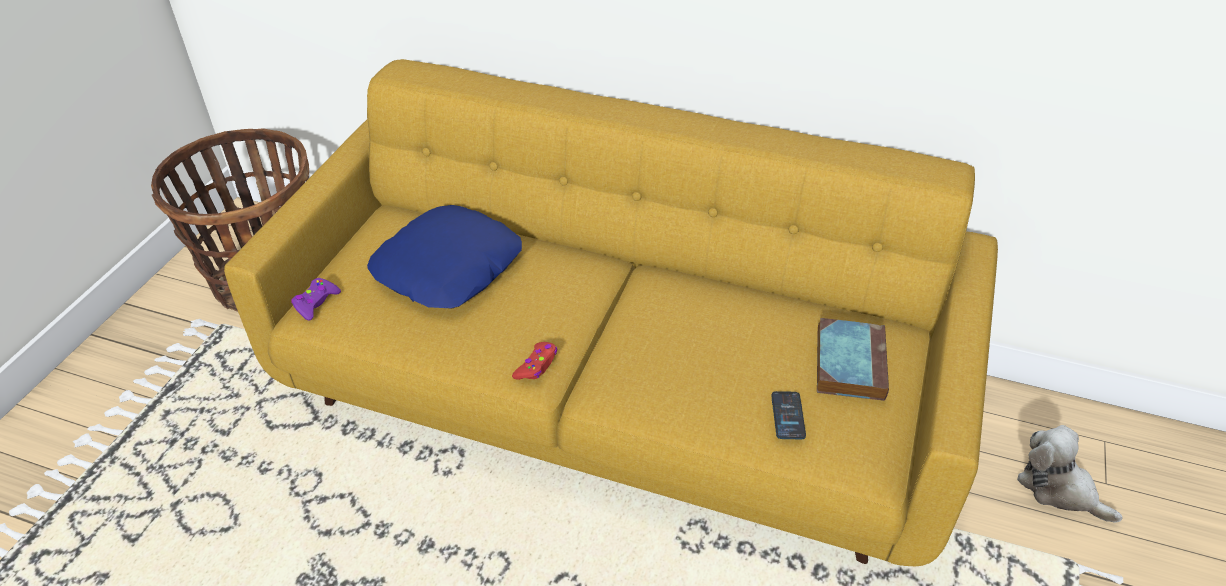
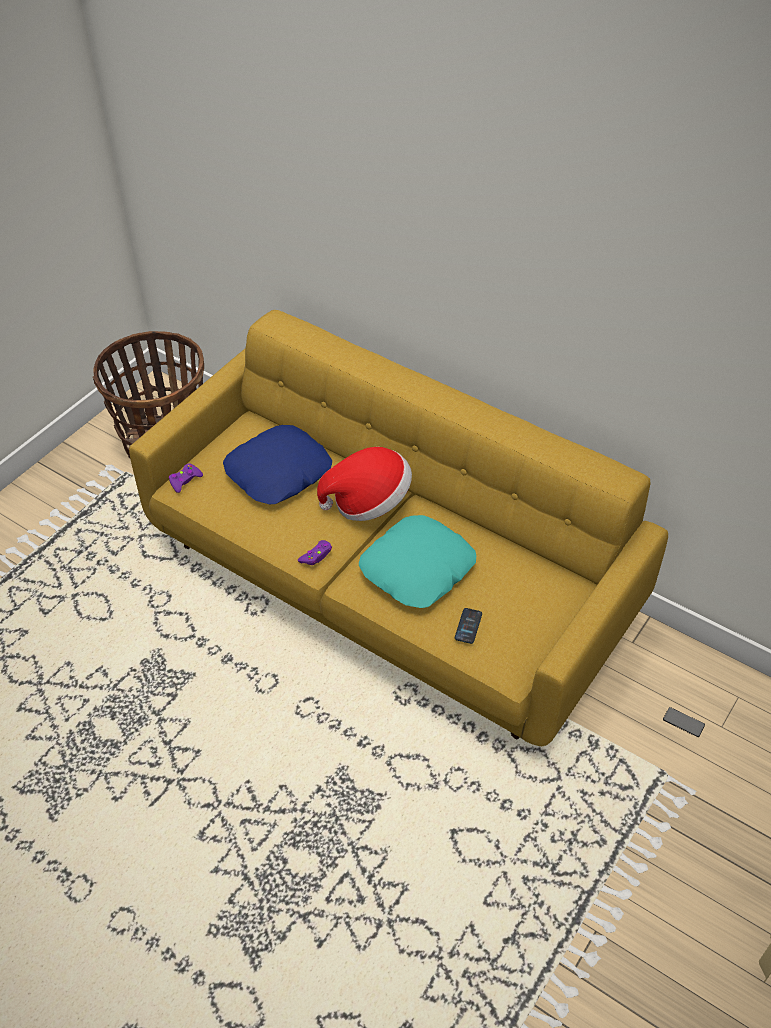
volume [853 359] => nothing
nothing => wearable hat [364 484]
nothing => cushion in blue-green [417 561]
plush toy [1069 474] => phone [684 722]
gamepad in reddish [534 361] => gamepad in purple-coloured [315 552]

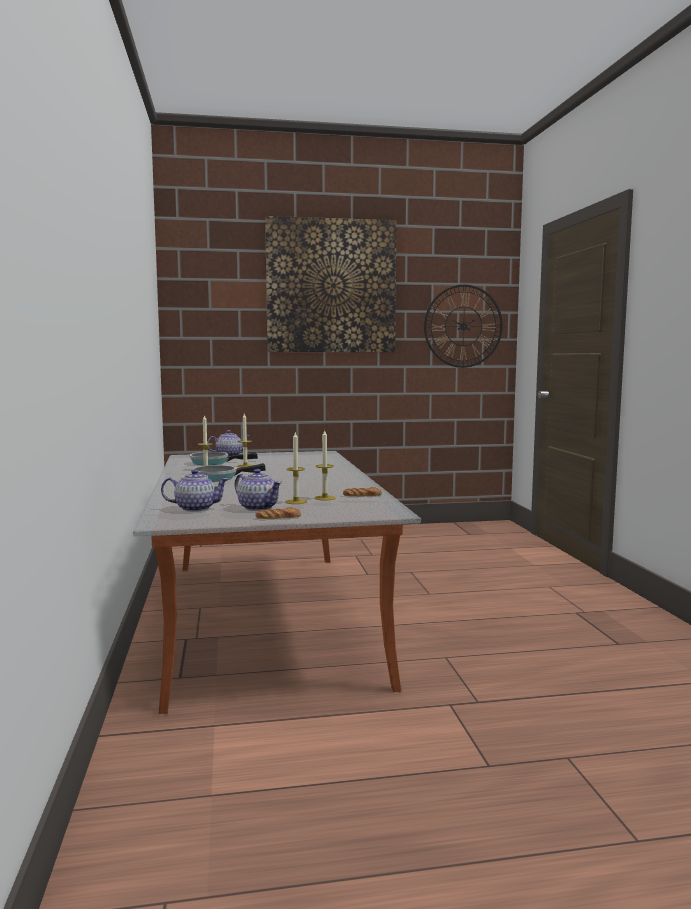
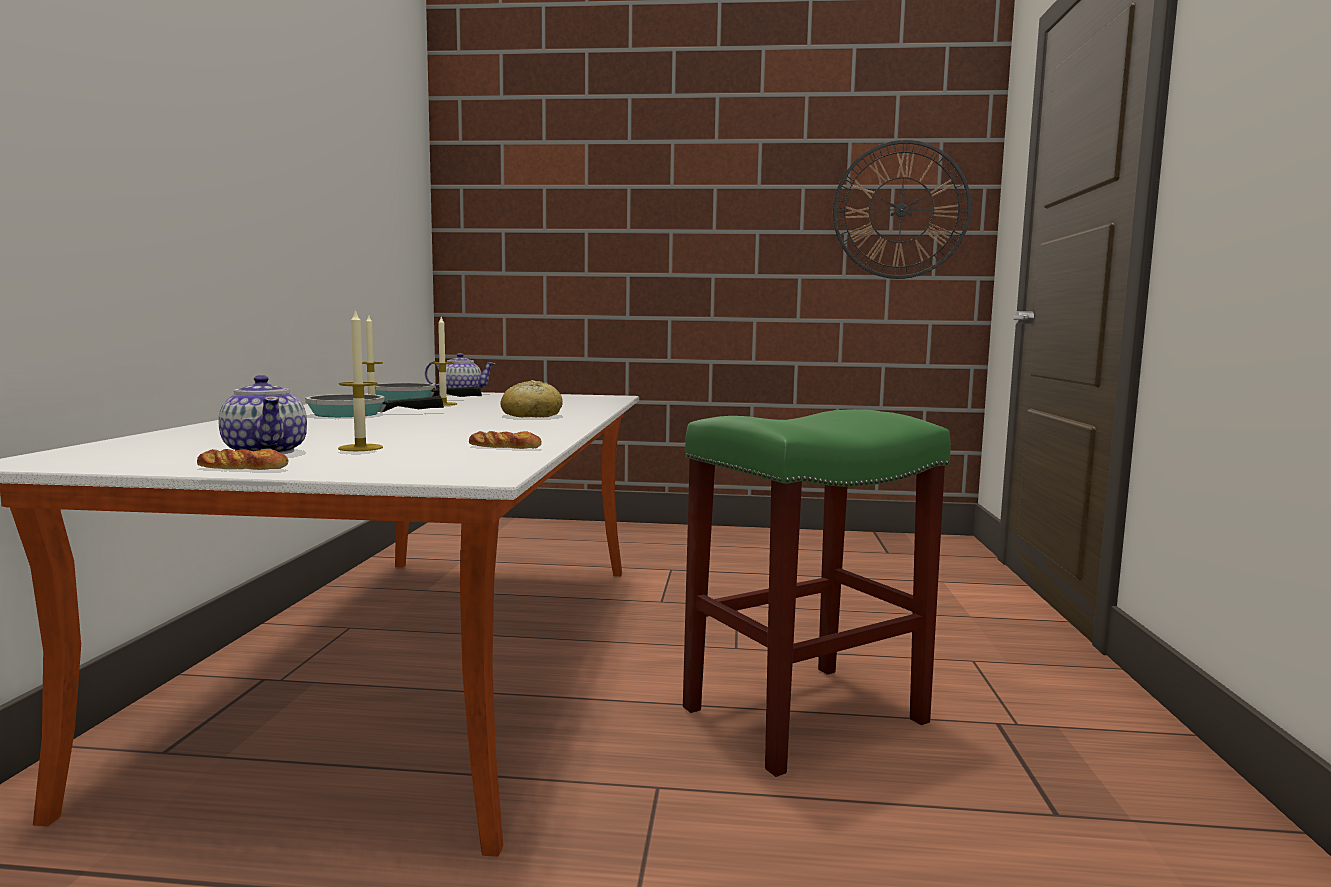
tea pot [195 490] => nothing
wall picture [331 284] => nothing
wax light [324 464] => nothing
nothing => bakery bread [532 398]
nothing => stool in greenish [817 593]

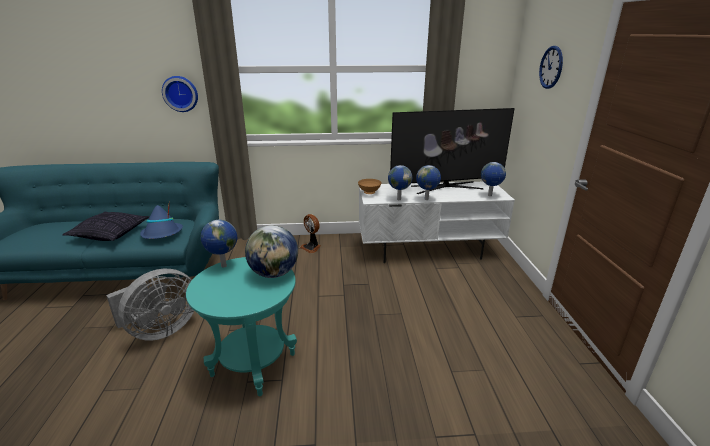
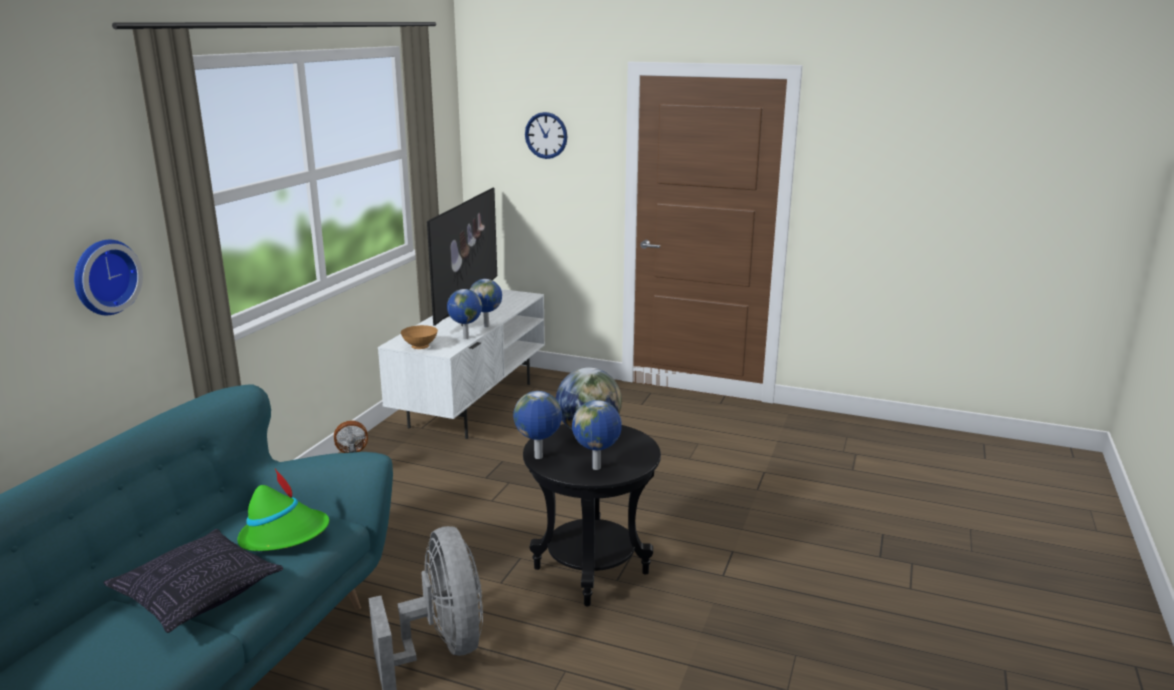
world globe [493 179] => world globe [597 435], moved
wearable hat in blue-coloured [161 222] => wearable hat in greenish [283 510]
end table in blue-green [241 326] => end table in black-coloured [592 515]

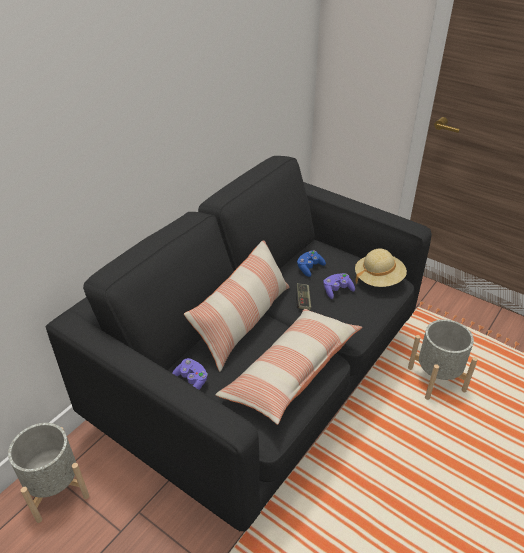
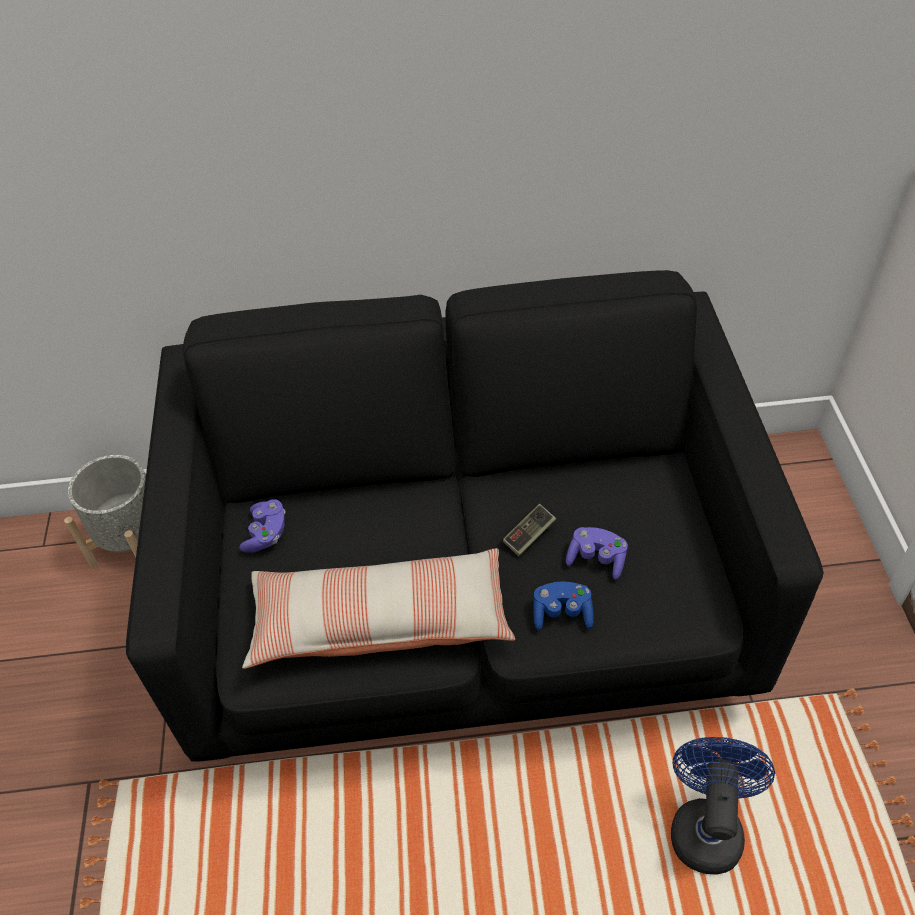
cushion [237 306] => nothing
wearable hat in sand-coloured [381 268] => nothing
gamepad in blue-coloured [311 264] => gamepad in blue-coloured [563 606], moved
flower pot in greyish [443 359] => fan in blue-coloured [723 806]

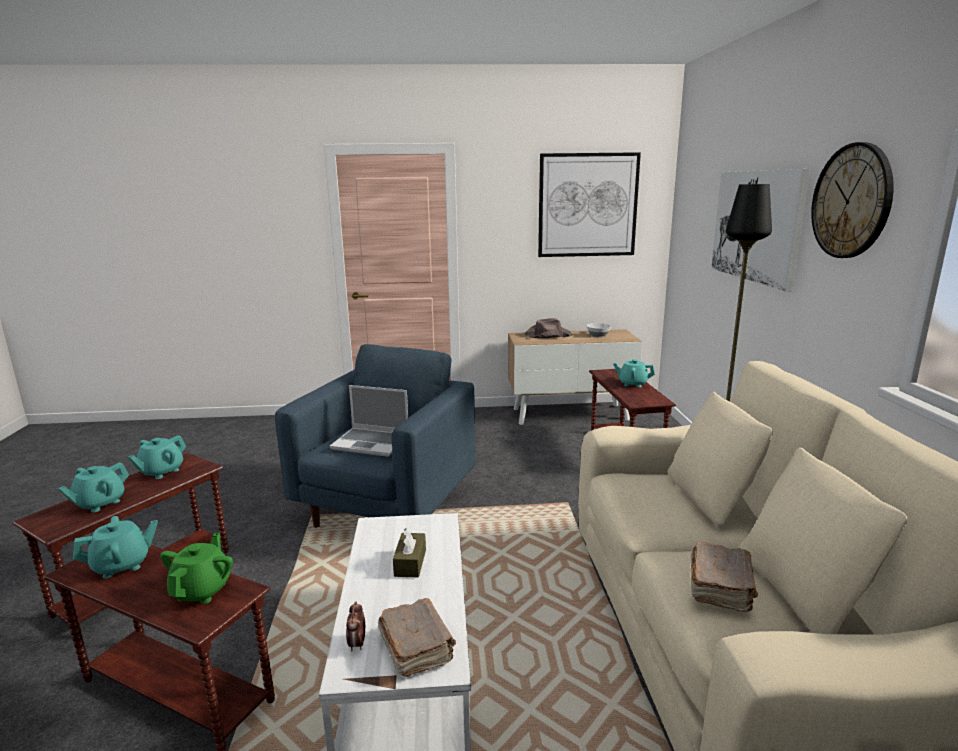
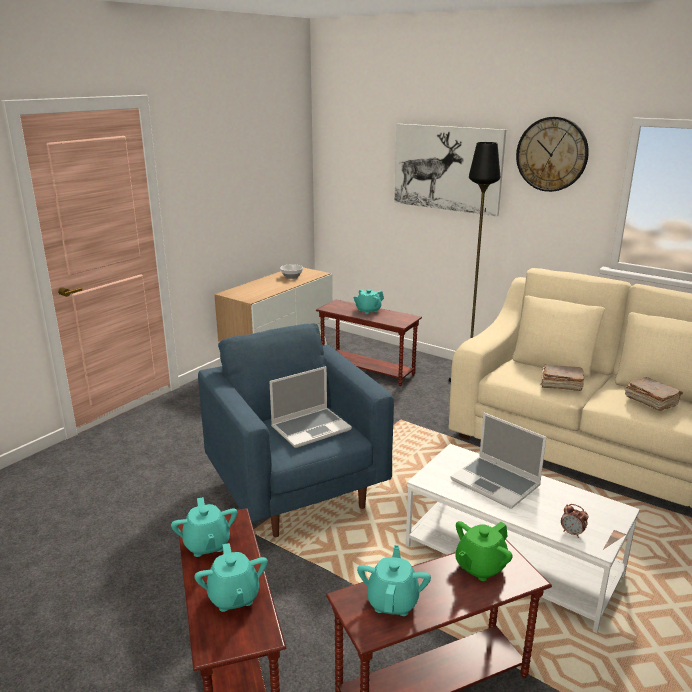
wearable hat in brown-coloured [548 328] => nothing
wall picture [589 204] => nothing
volume in brown-coloured [417 637] => volume in brown-coloured [562 377], moved
tissue box in brown-coloured [409 552] => notebook computer [498 461]
tea pot in greenish [196 568] => tea pot in greenish [484 551], 90 degrees counterclockwise

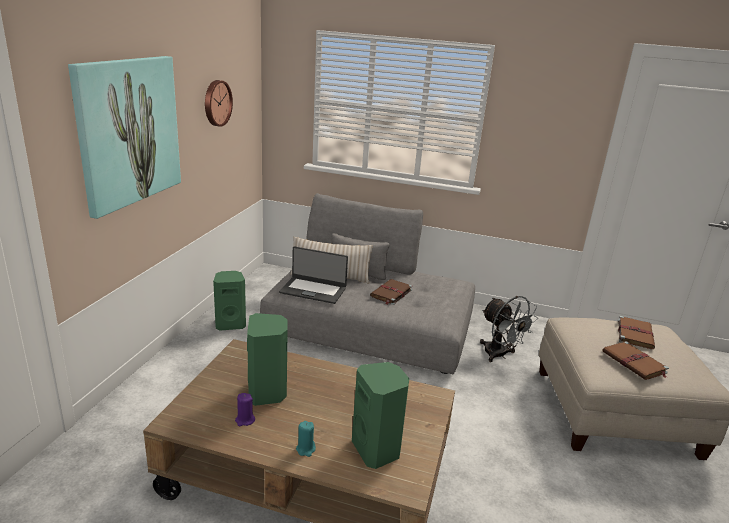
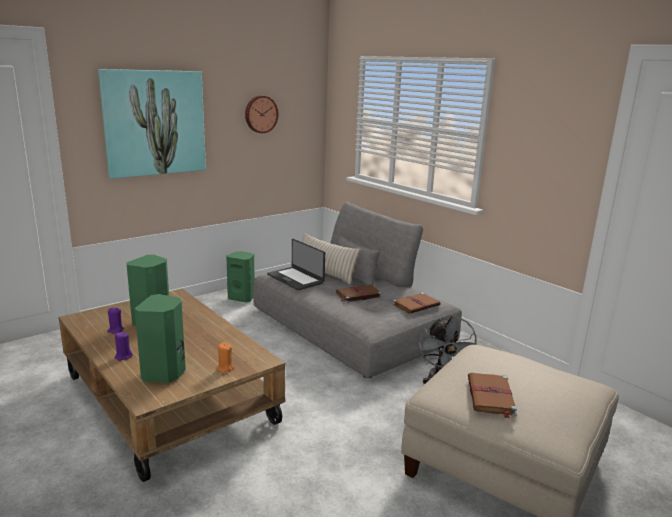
nothing => wax light in orangey [225 357]
volume in brown-coloured [636 332] => volume in brown-coloured [417 303], moved
wax light in blue-green [306 439] => wax light in purple-coloured [124 346]

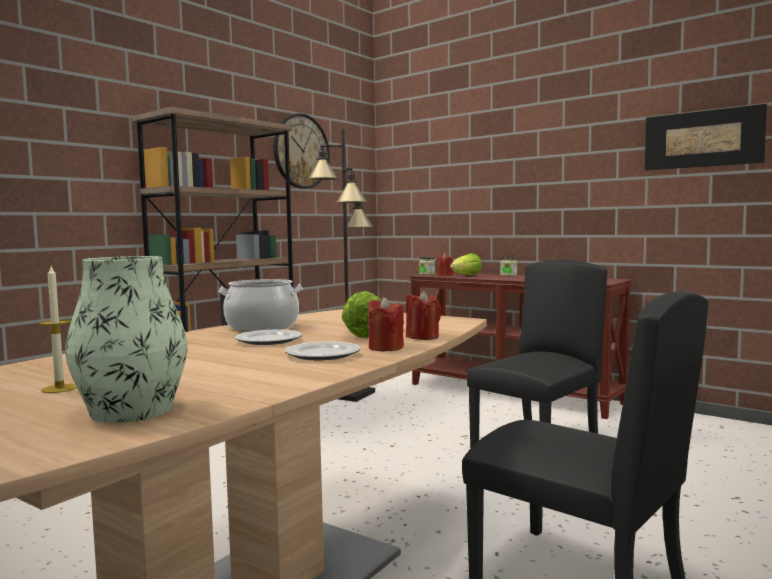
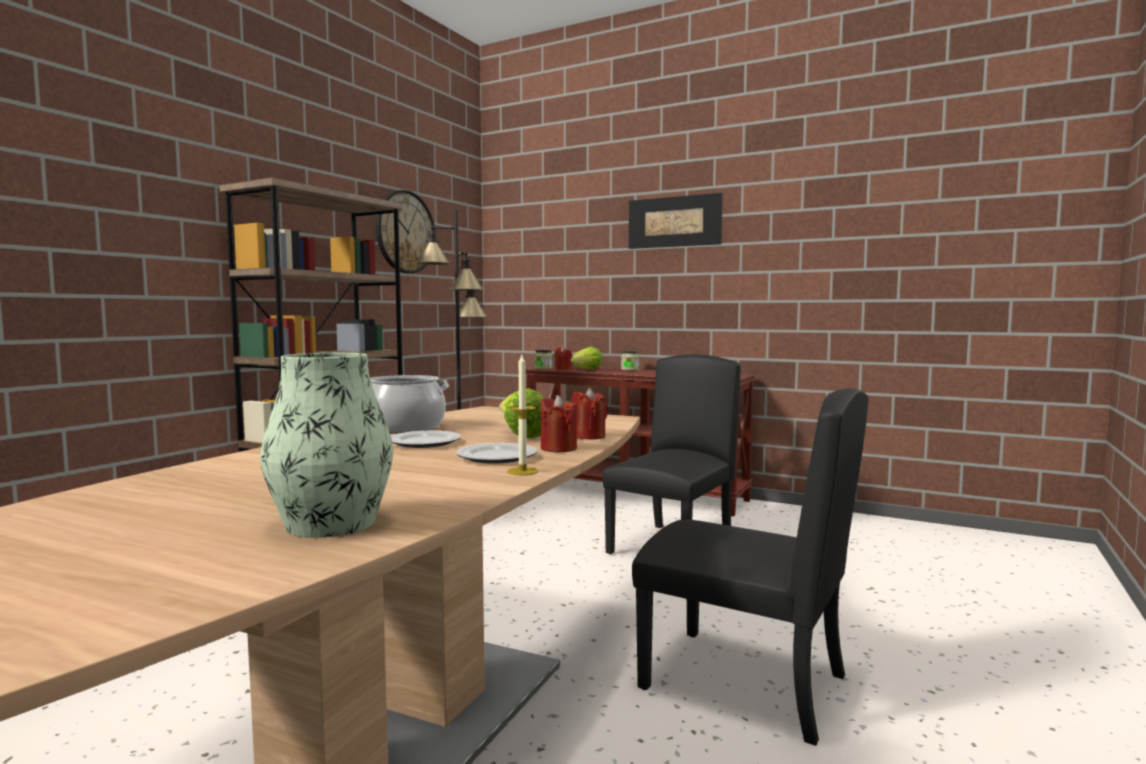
wax light [58 329] => wax light [523 415], moved
wall picture [706 137] => wall picture [676 221], moved

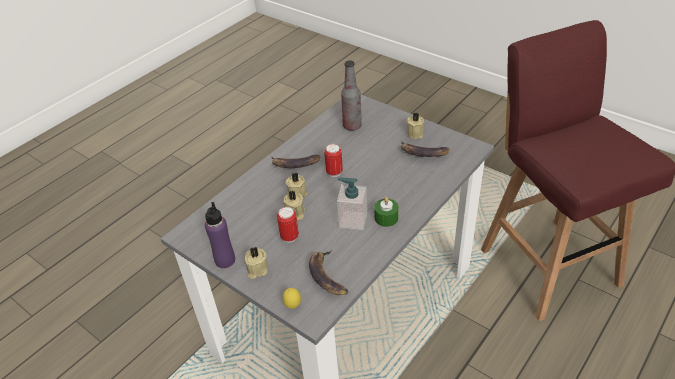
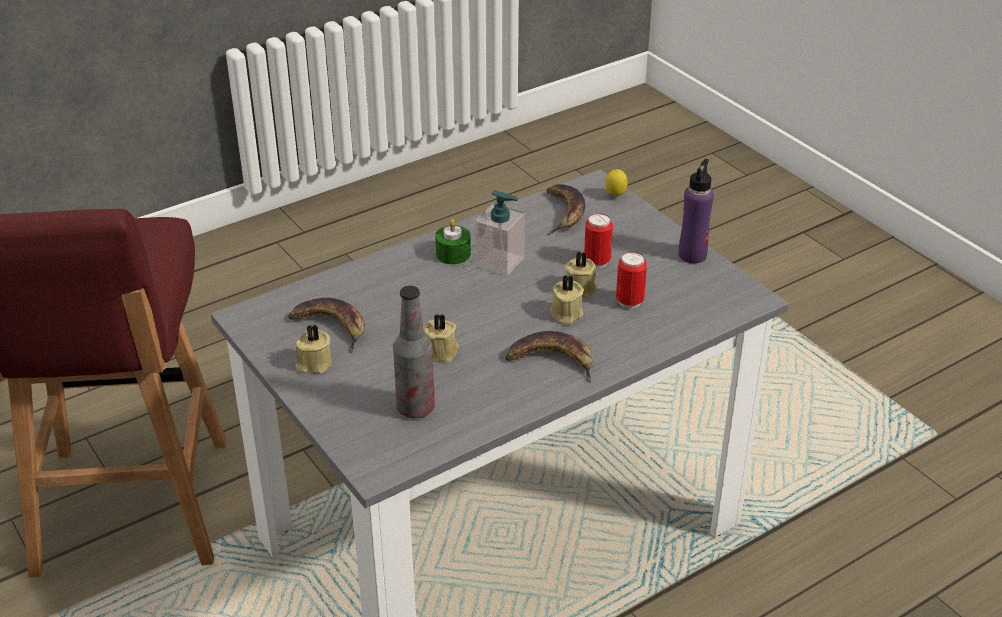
wax light in sand-coloured [256 263] => wax light in sand-coloured [441 338], moved
sealed can [333 160] => sealed can [631 280], moved

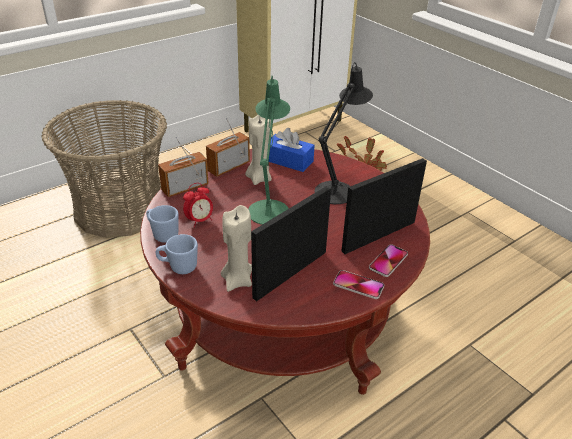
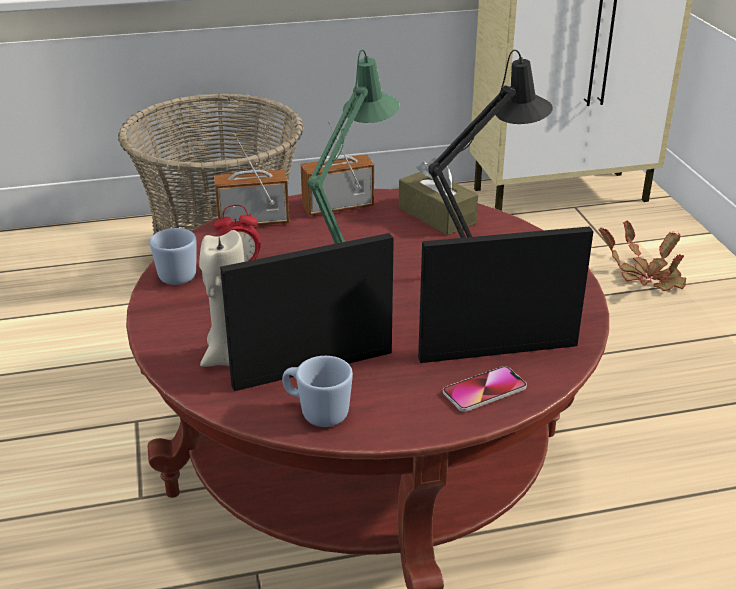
wax light in sand-coloured [258 150] => nothing
phone [358 284] => nothing
mug in blue-coloured [177 254] => mug in blue-coloured [317 391], moved
tissue box in blue-coloured [292 150] => tissue box in brown-coloured [438 196]

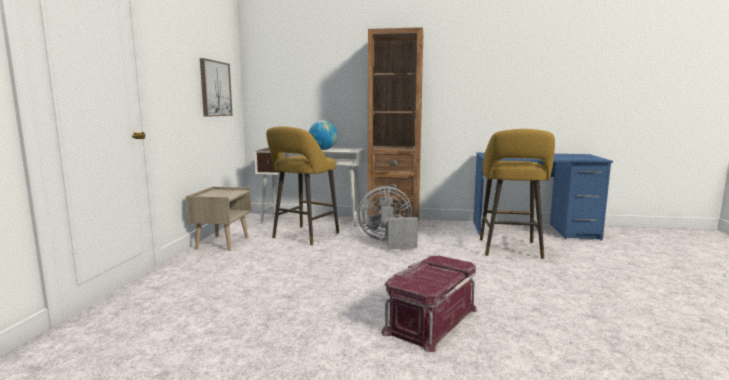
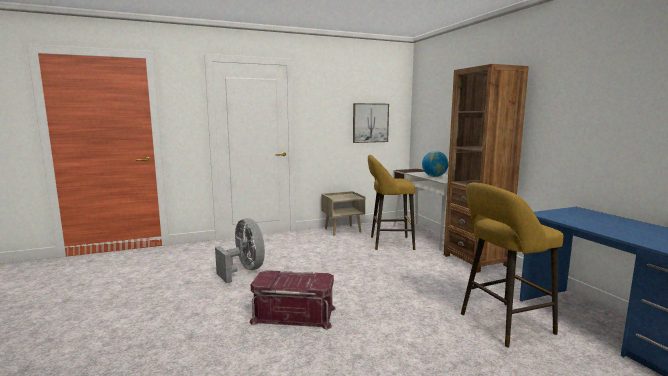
fan in greyish [388 217] => fan in greyish [240 250], moved

